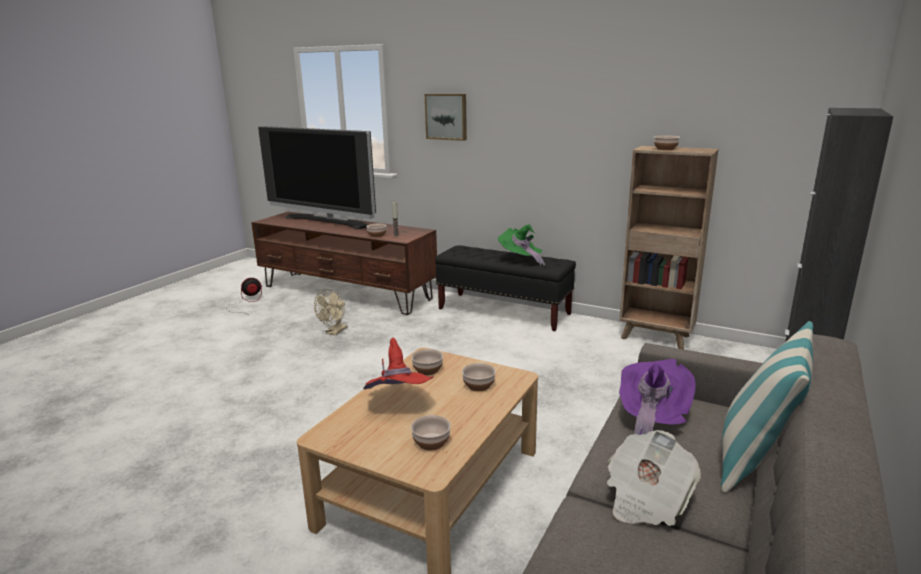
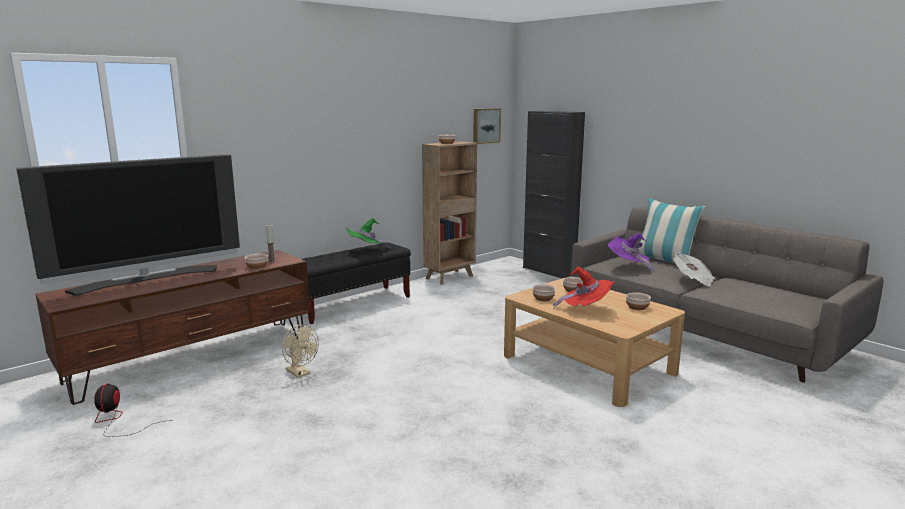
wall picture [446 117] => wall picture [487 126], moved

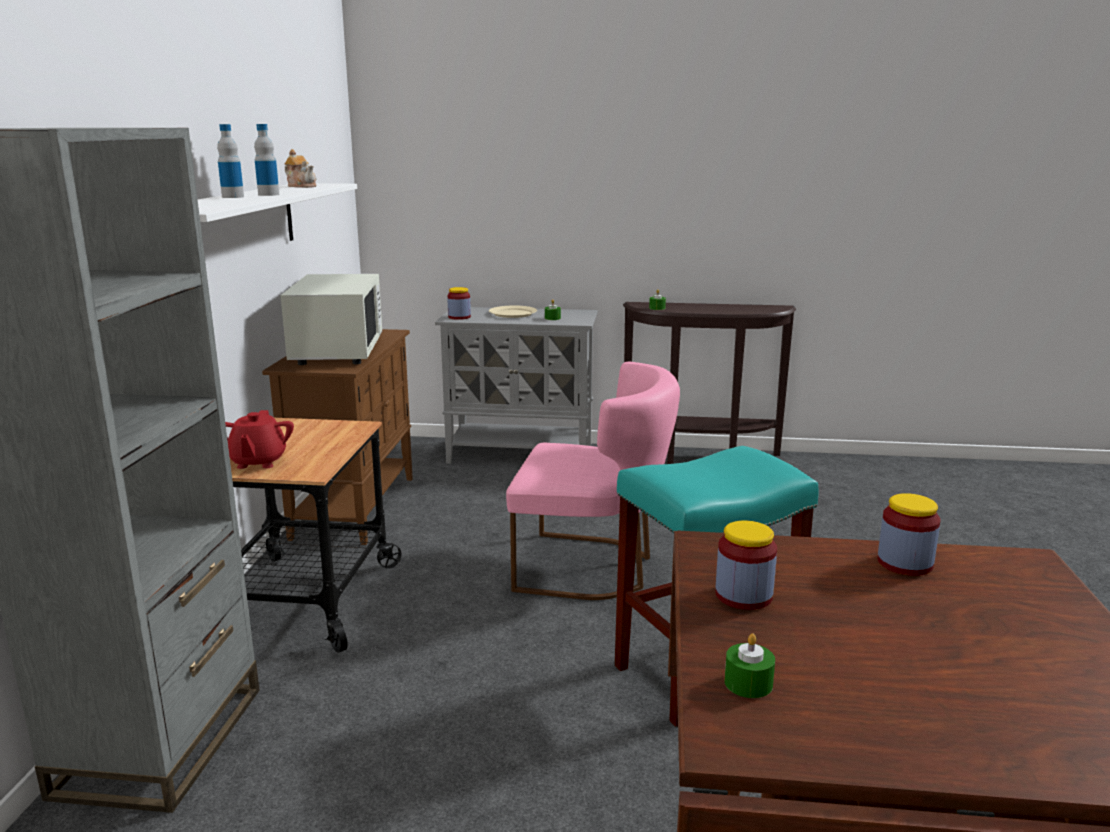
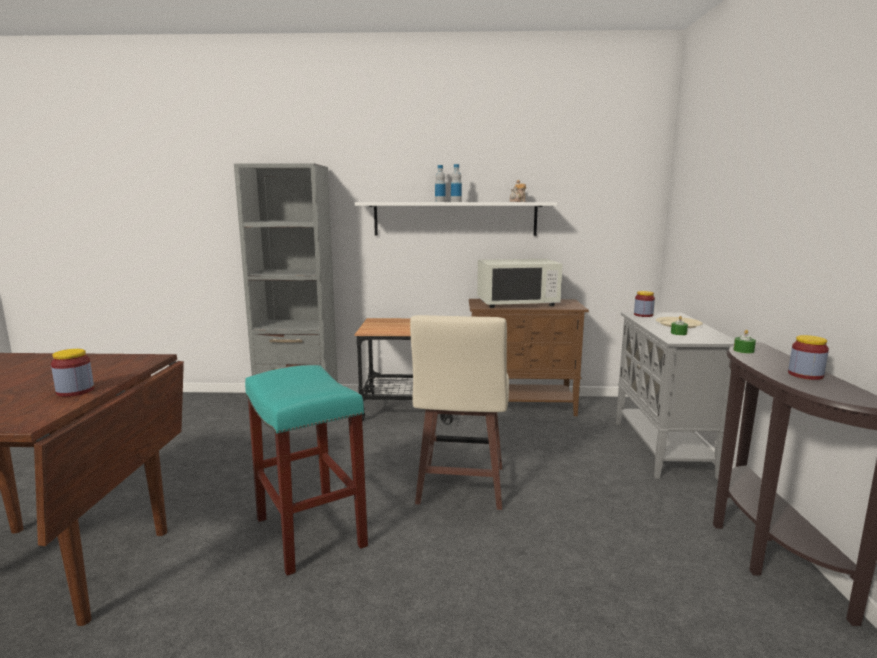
tea pot in reddish [259 439] => nothing
wax light in greenish [749 665] => nothing
preserve jar [746 565] => preserve jar [808 357], moved
upright chair in pink [593 481] => stool in sand-coloured [459 412]

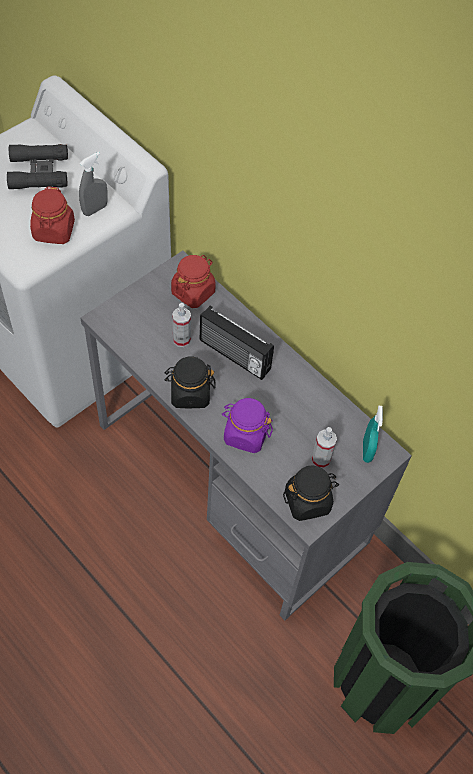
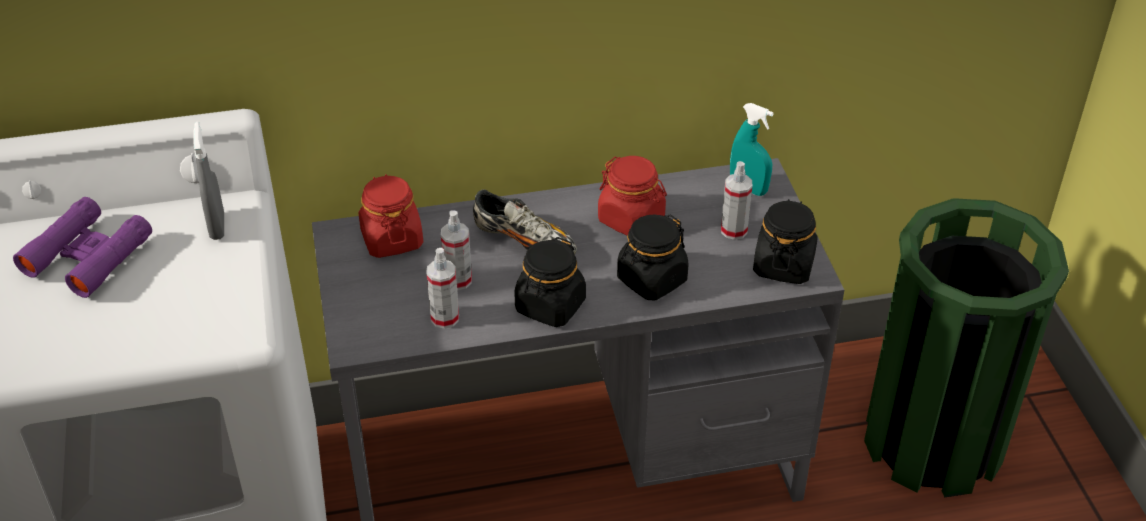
nothing => spray bottle [442 288]
preserve jar in reddish [52 215] => preserve jar in reddish [632 195], moved
radio set [237 343] => item of footwear [525 222]
field glasses in black-coloured [37 166] => field glasses in purple-coloured [82 247]
preserve jar in purple-coloured [247 425] => preserve jar in black-coloured [653 257]

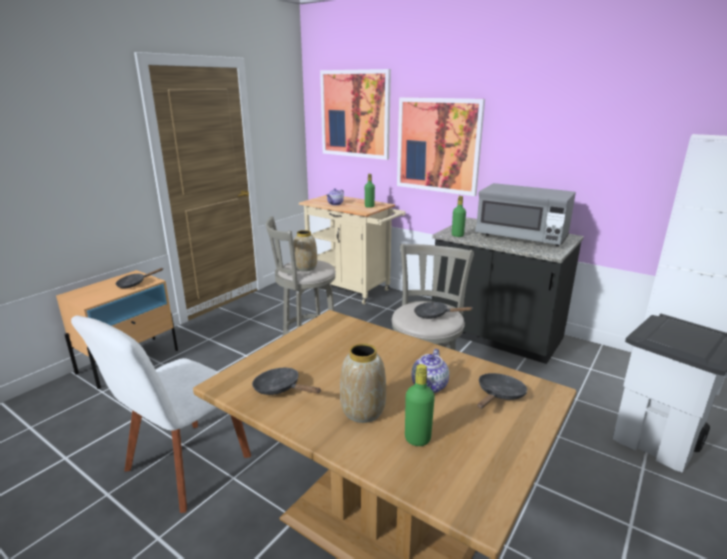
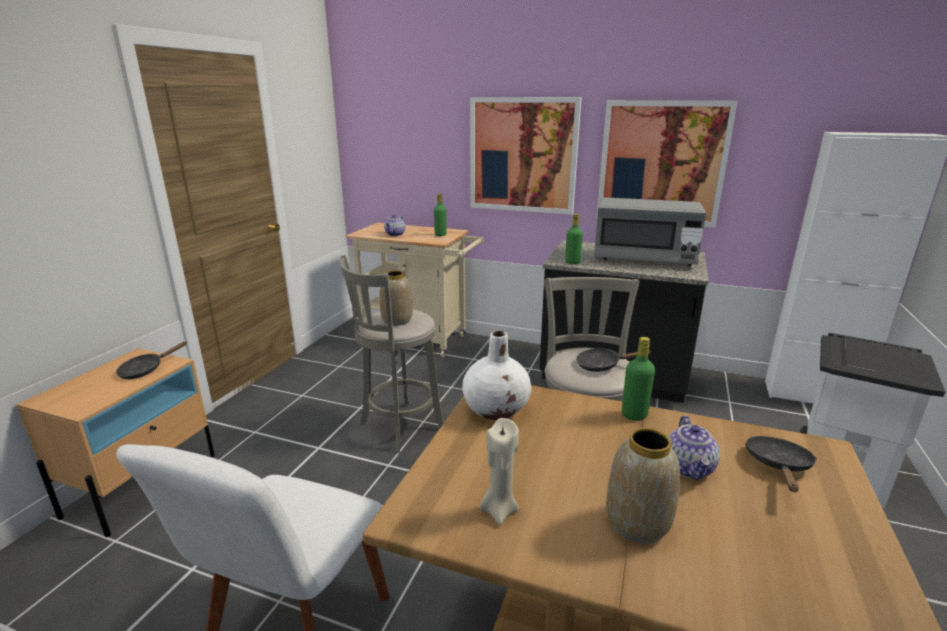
nothing => flower vase in white [496 375]
wall picture [355 114] => wall picture [667 164], moved
bottle in greenish [420 405] => bottle in greenish [638 379], moved
skillet in black-coloured [286 381] => wax light in sand-coloured [499 471]

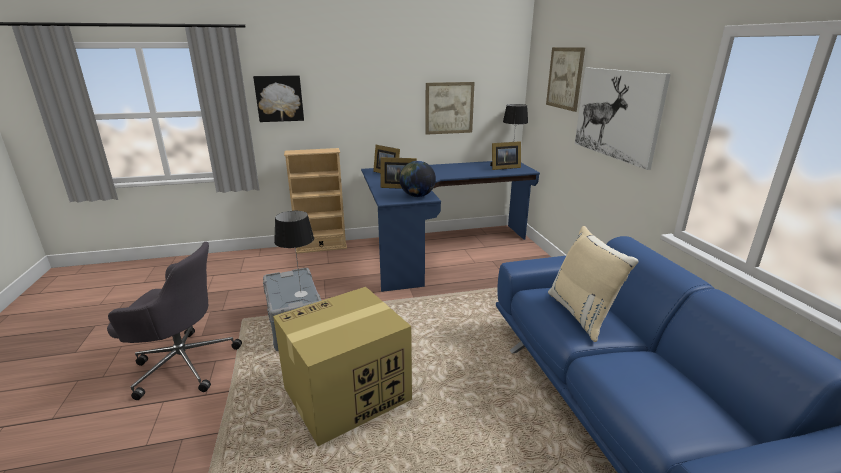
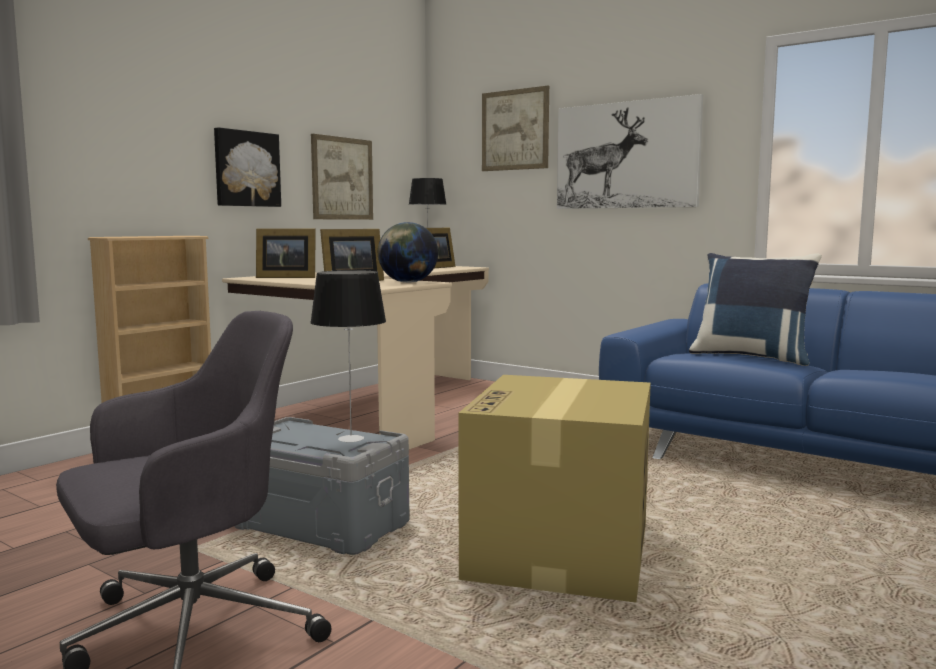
wall picture [278 98] => wall picture [247 167], moved
desk in blue-coloured [450 226] => desk in sand-coloured [355 357]
cushion in sand-coloured [593 284] => cushion in blue-coloured [755 309]

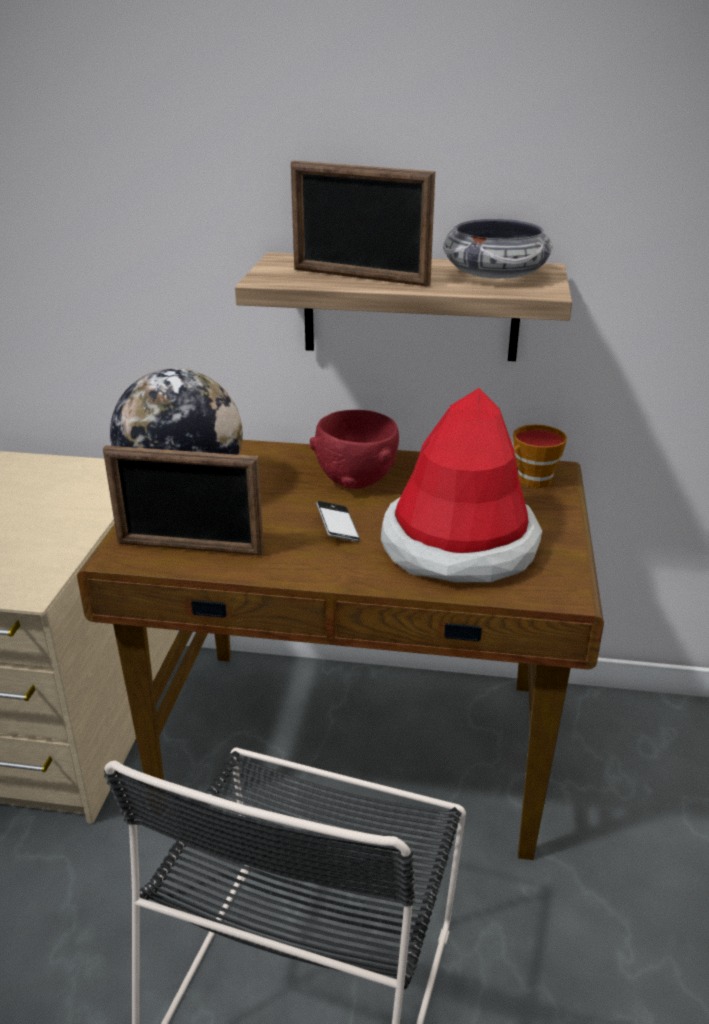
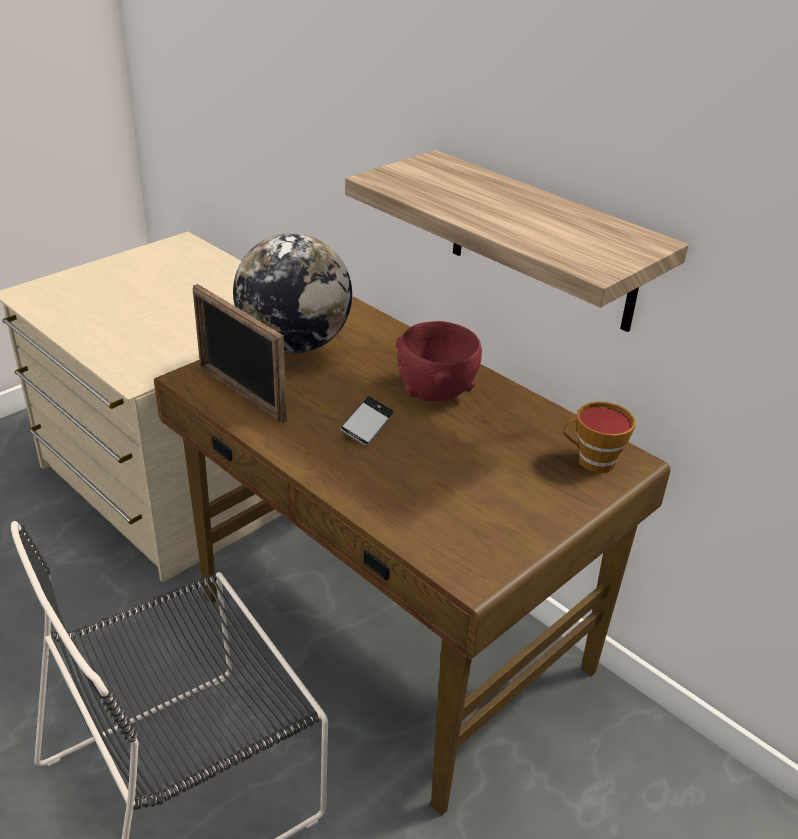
photo frame [363 224] => nothing
wearable hat [462 485] => nothing
serving bowl [498 249] => nothing

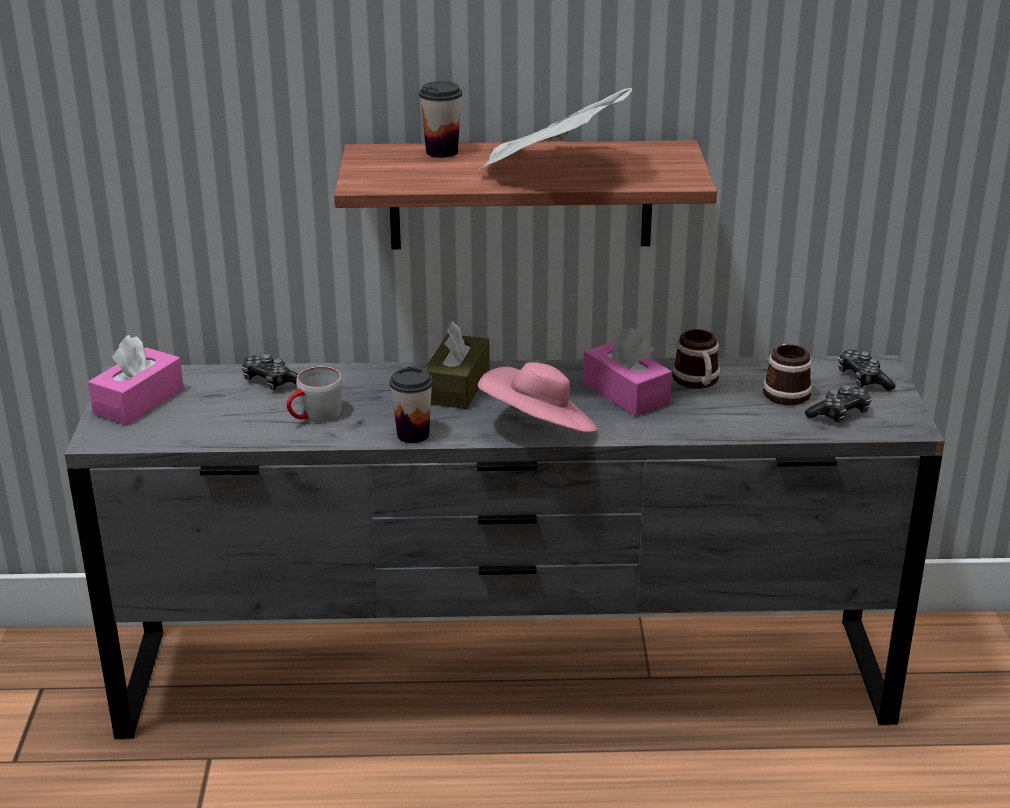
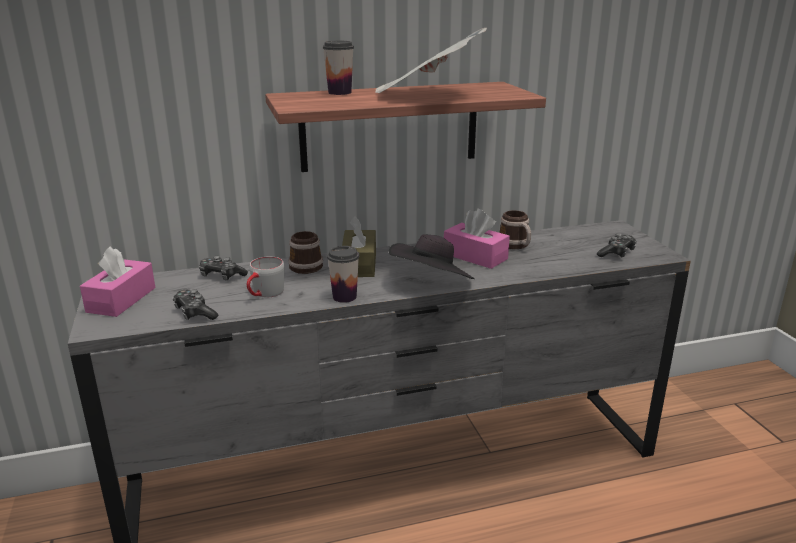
mug [787 374] => mug [305 252], moved
gamepad [867 370] => gamepad [195 304], moved
wearable hat in pink [537 397] => wearable hat in black-coloured [432 256]

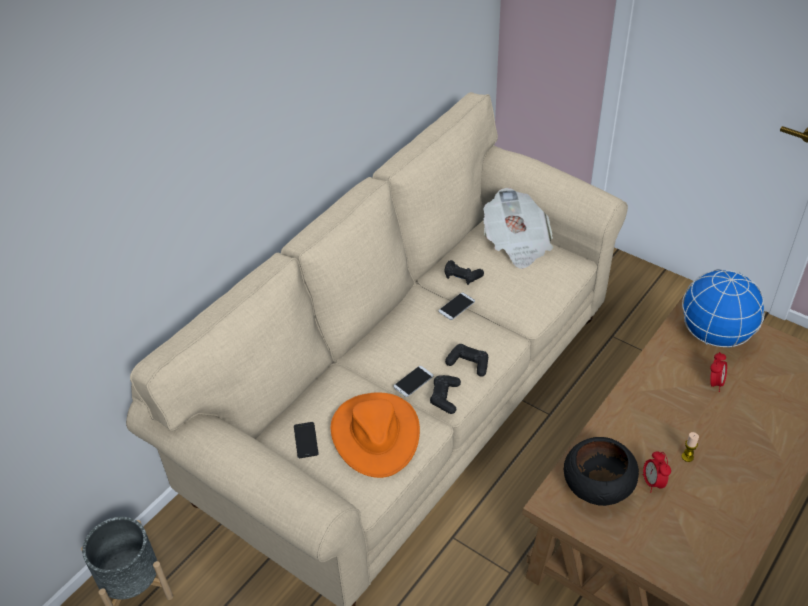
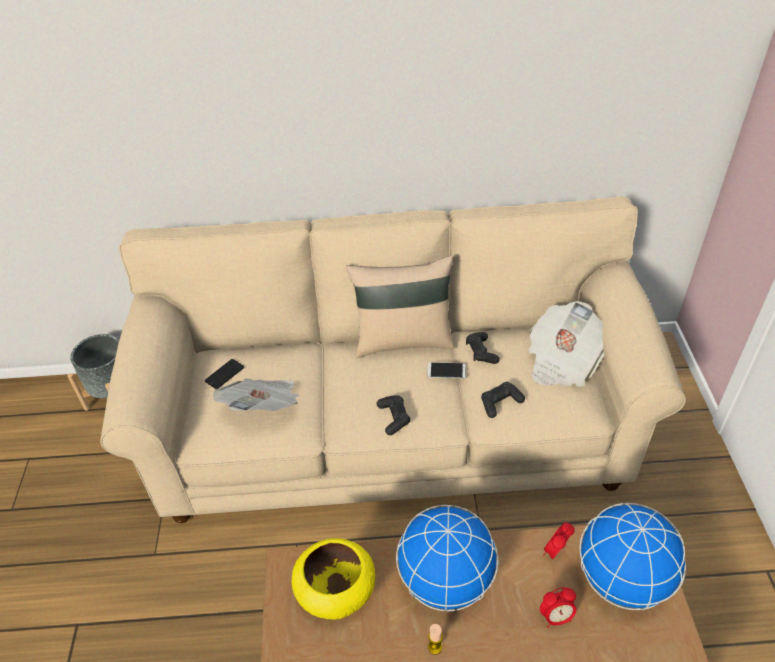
phone [413 381] => nothing
nothing => cushion in sand-coloured [400 306]
nothing => world globe [447 558]
gamepad in black-coloured [445 394] => gamepad in black-coloured [503 400], moved
table clock [657 472] => table clock [559 540], moved
wearable hat in orangey [375 435] => daily paper [256 394]
serving bowl in black-coloured [601 471] => serving bowl in yellowish [333 579]

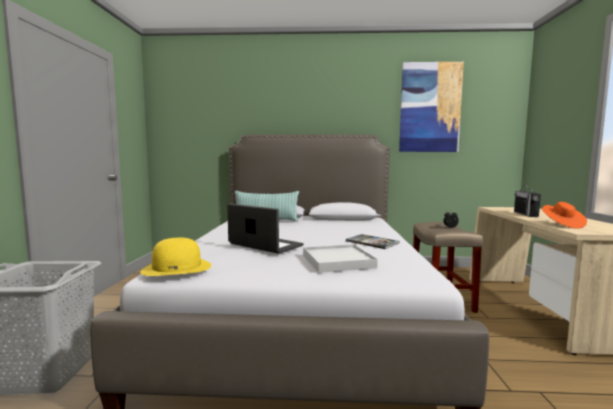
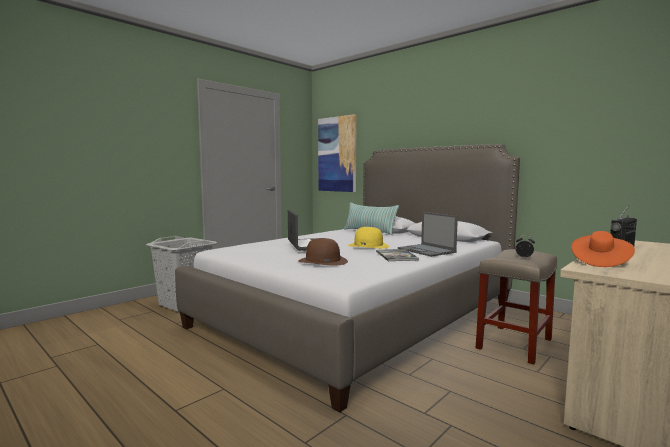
nothing => notebook computer [428 234]
wearable hat in yellowish [175 257] => wearable hat in yellowish [369 238], moved
wall picture [431 107] => wall picture [337 153], moved
serving tray in white [340 258] => wearable hat in brown-coloured [323 252]

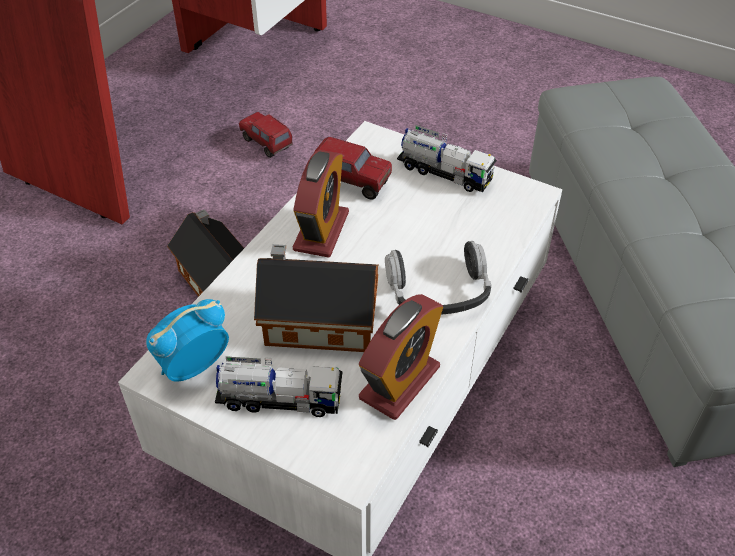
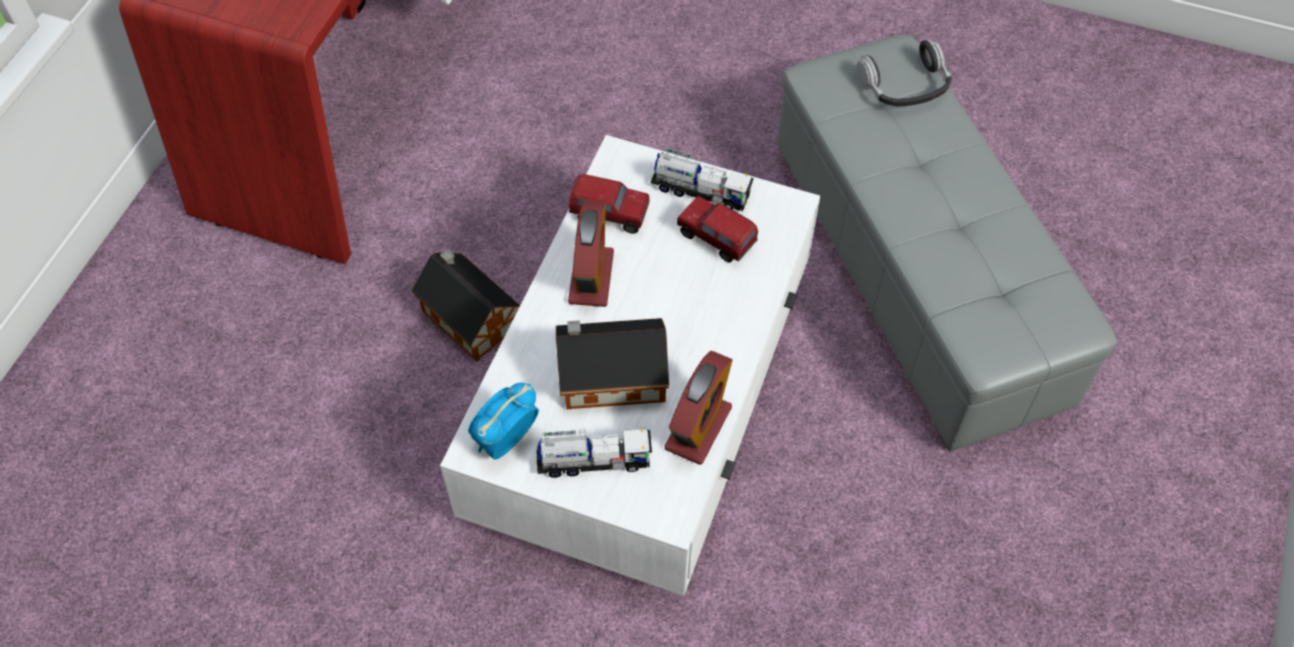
model truck [266 135] => model truck [717 229], moved
headset [438 278] => headset [904 72], moved

